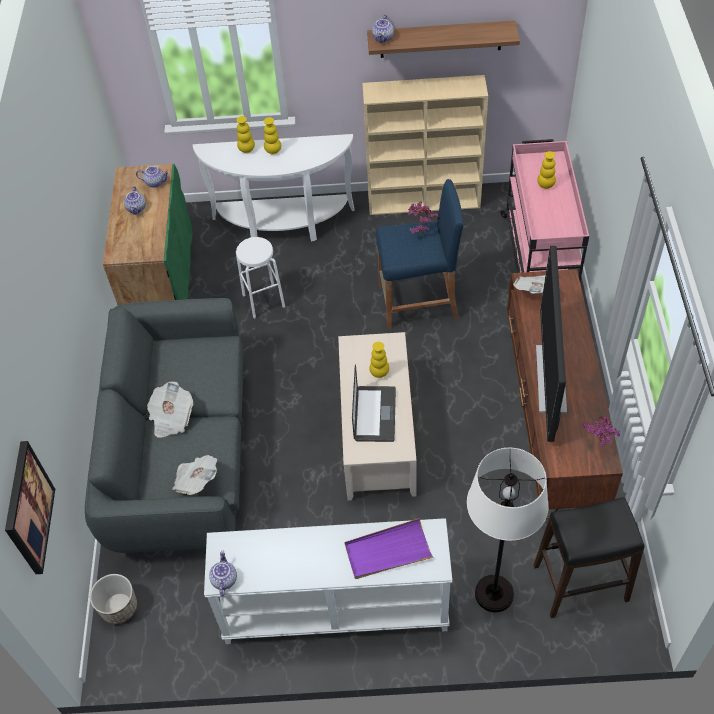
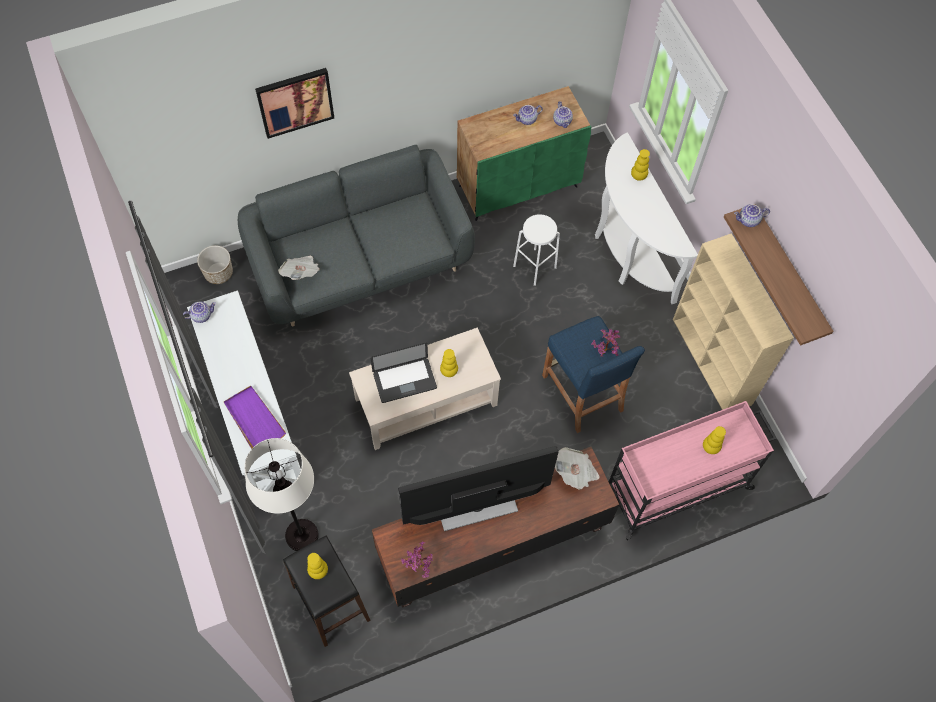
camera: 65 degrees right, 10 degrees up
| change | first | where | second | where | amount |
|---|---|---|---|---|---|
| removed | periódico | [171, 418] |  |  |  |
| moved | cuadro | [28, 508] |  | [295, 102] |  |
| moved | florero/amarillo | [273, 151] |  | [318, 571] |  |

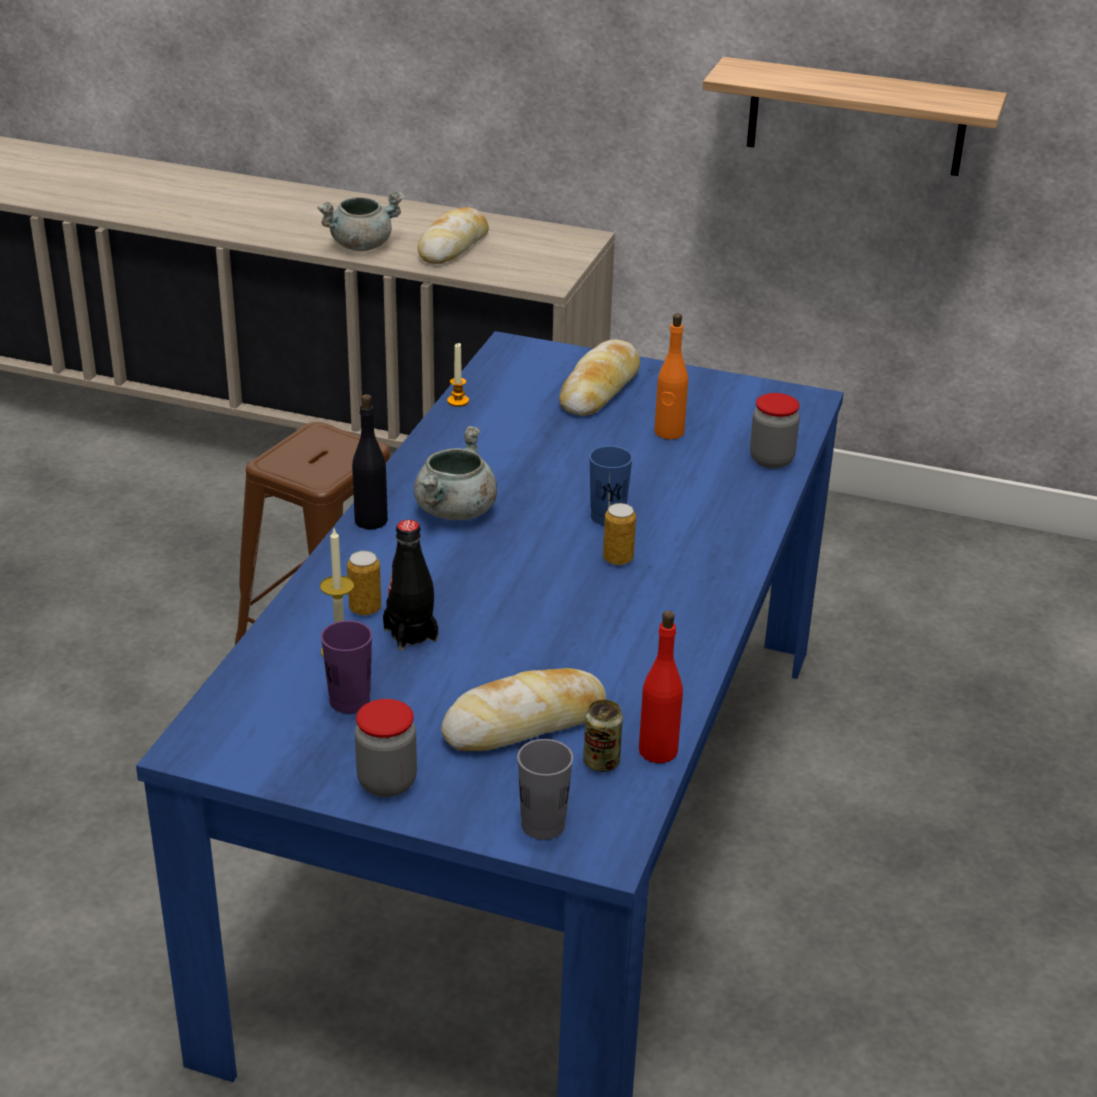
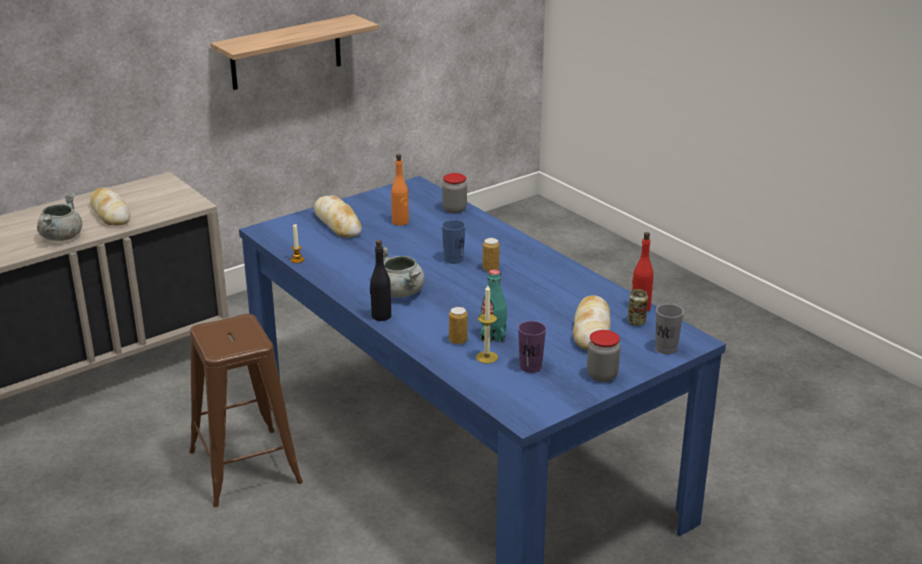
camera: 55 degrees left, 5 degrees down
| change | first | where | second | where | amount |
|---|---|---|---|---|---|
| recoloured | botella/negro | [410, 634] | botella/turquesa | [493, 335] |  |

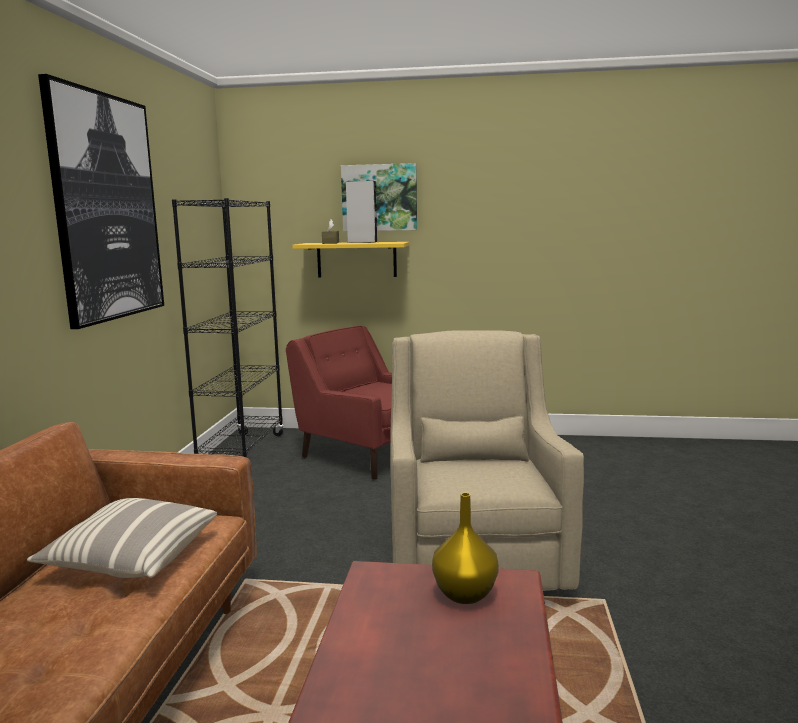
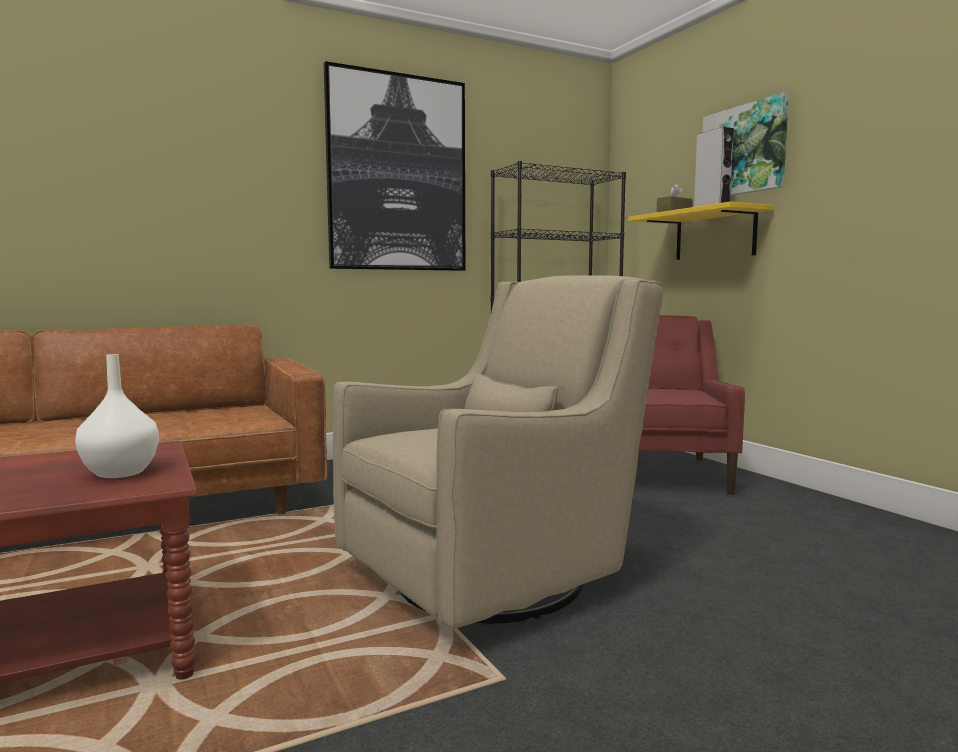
camera: 55 degrees right, 5 degrees down
| change | first | where | second | where | amount |
|---|---|---|---|---|---|
| removed | cojín | [131, 559] |  |  |  |
| recoloured | florero/amarillo | [464, 595] | florero/blanco | [119, 473] |  |

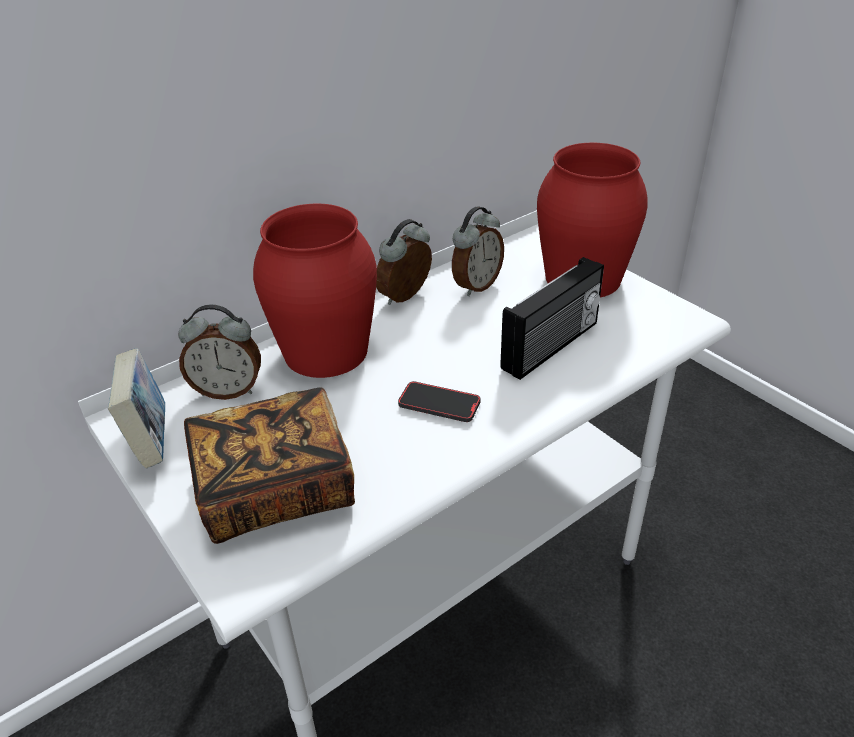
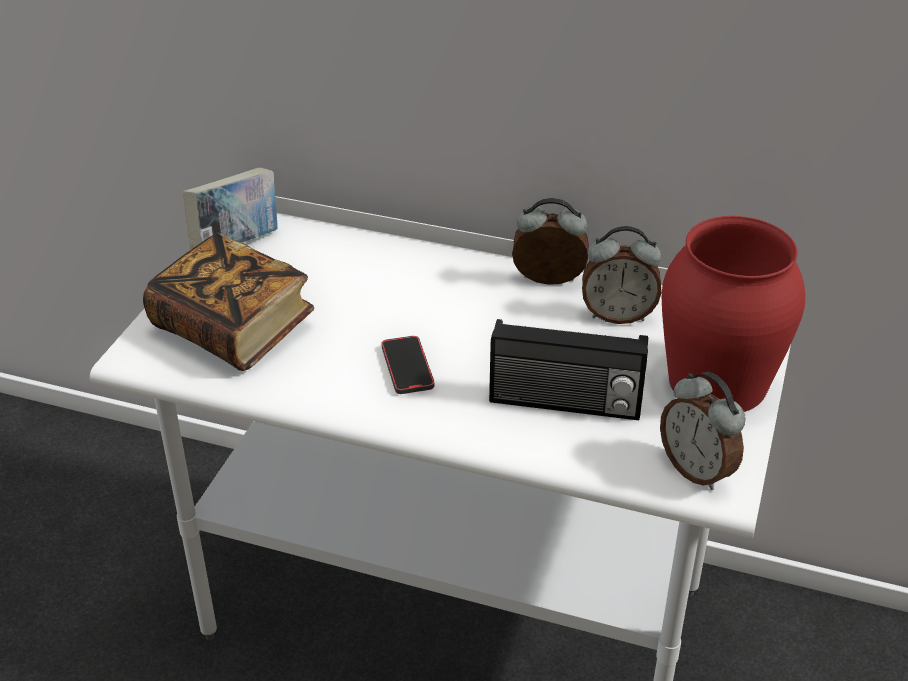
camera: 55 degrees right, 0 degrees up
| change | first | where | second | where | amount |
|---|---|---|---|---|---|
| removed | florero/rojo | [325, 350] |  |  |  |
| moved | despertador | [228, 390] |  | [697, 470] |  |

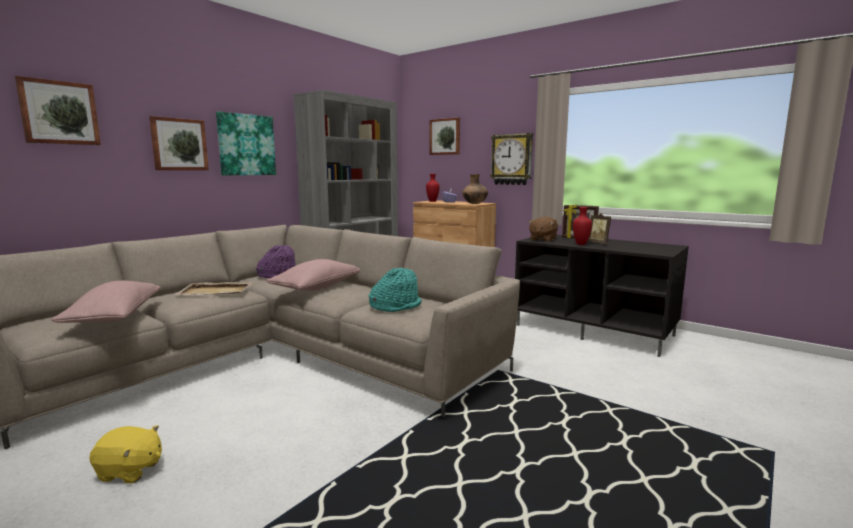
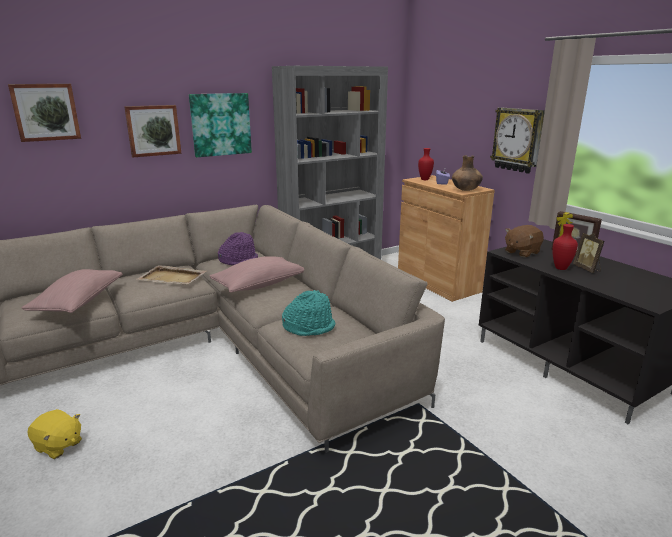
camera: 20 degrees right, 10 degrees up
| change | first | where | second | where | amount |
|---|---|---|---|---|---|
| removed | cuadro | [445, 136] |  |  |  |

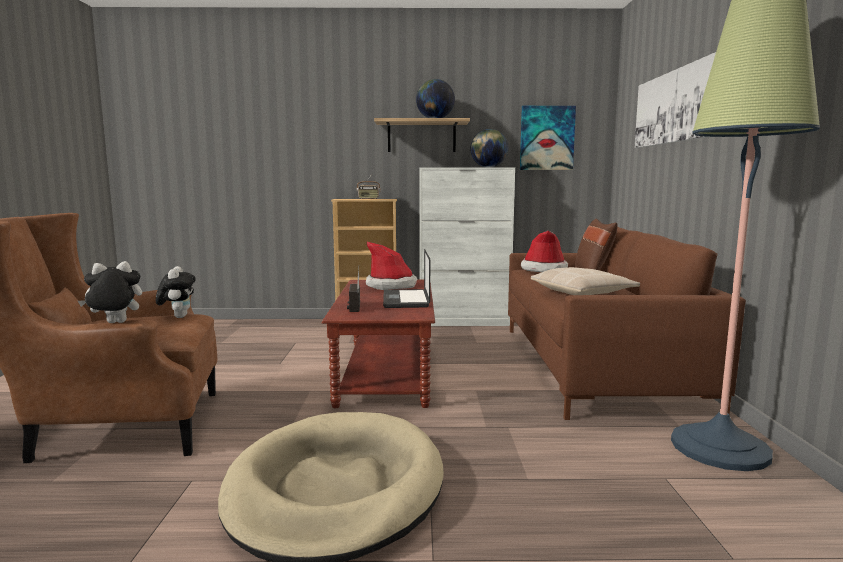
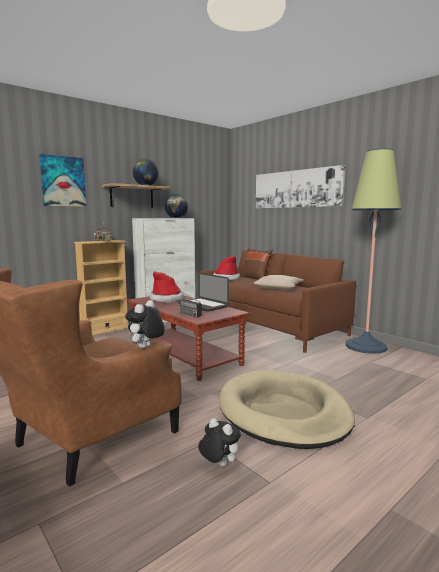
camera: 40 degrees left, 0 degrees up
| change | first | where | second | where | amount |
|---|---|---|---|---|---|
| moved | peluche | [178, 317] |  | [218, 465] |  |
| moved | cuadro | [547, 138] |  | [63, 181] |  |

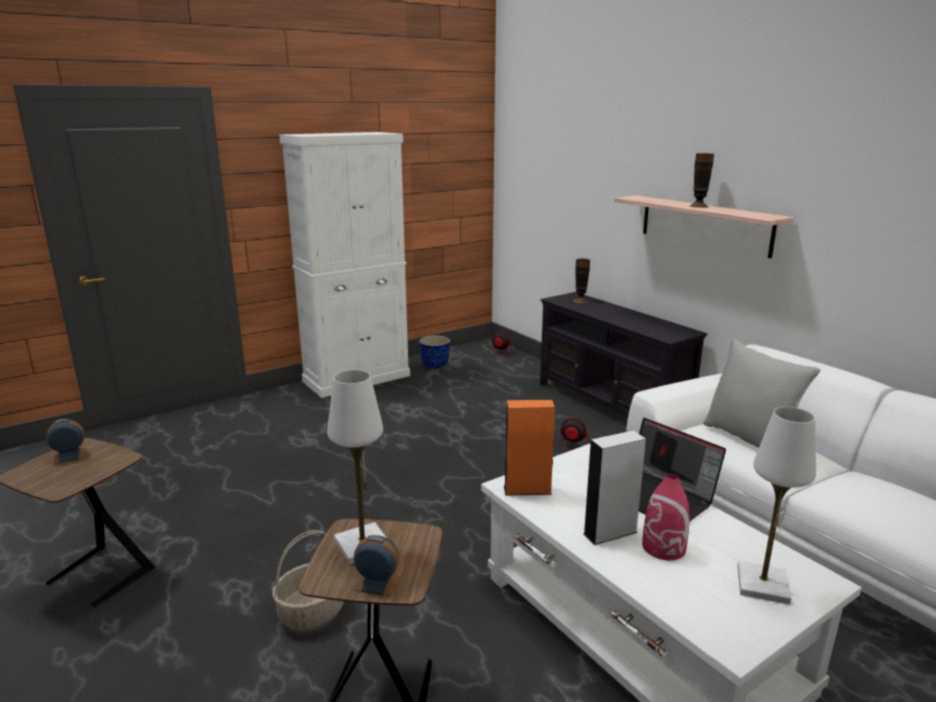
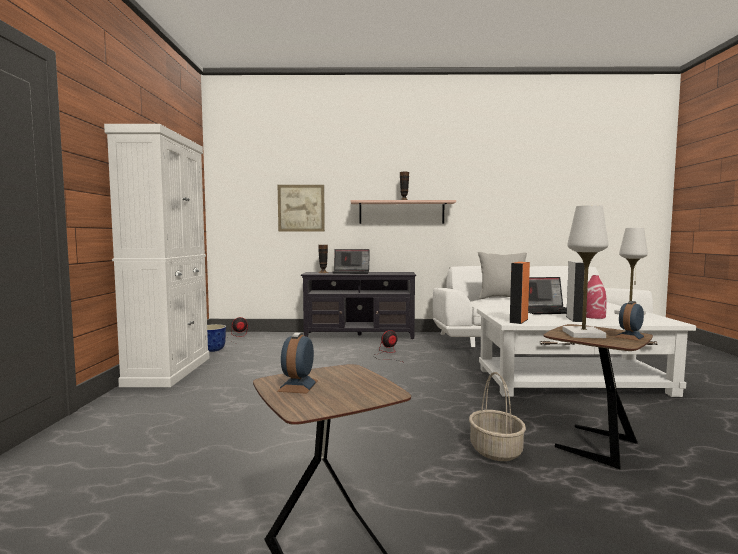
camera: 55 degrees left, 15 degrees down
| change | first | where | second | where | amount |
|---|---|---|---|---|---|
| added |  |  | cuadro | [301, 208] |  |
| added |  |  | portátil | [351, 272] |  |

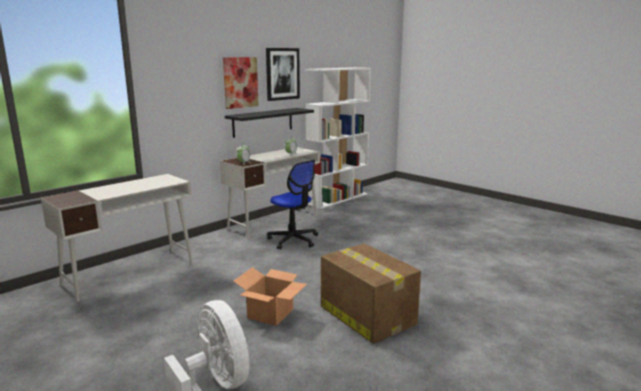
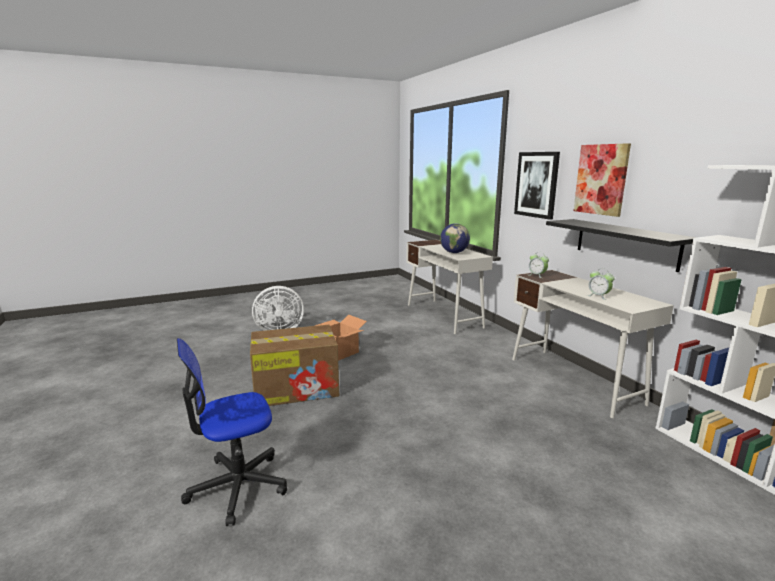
camera: 110 degrees right, 0 degrees up
| change | first | where | second | where | amount |
|---|---|---|---|---|---|
| added |  |  | globo terráqueo | [454, 252] |  |
| moved | cuadro | [282, 74] |  | [536, 184] |  |
| moved | silla de oficina | [293, 240] |  | [237, 486] |  |

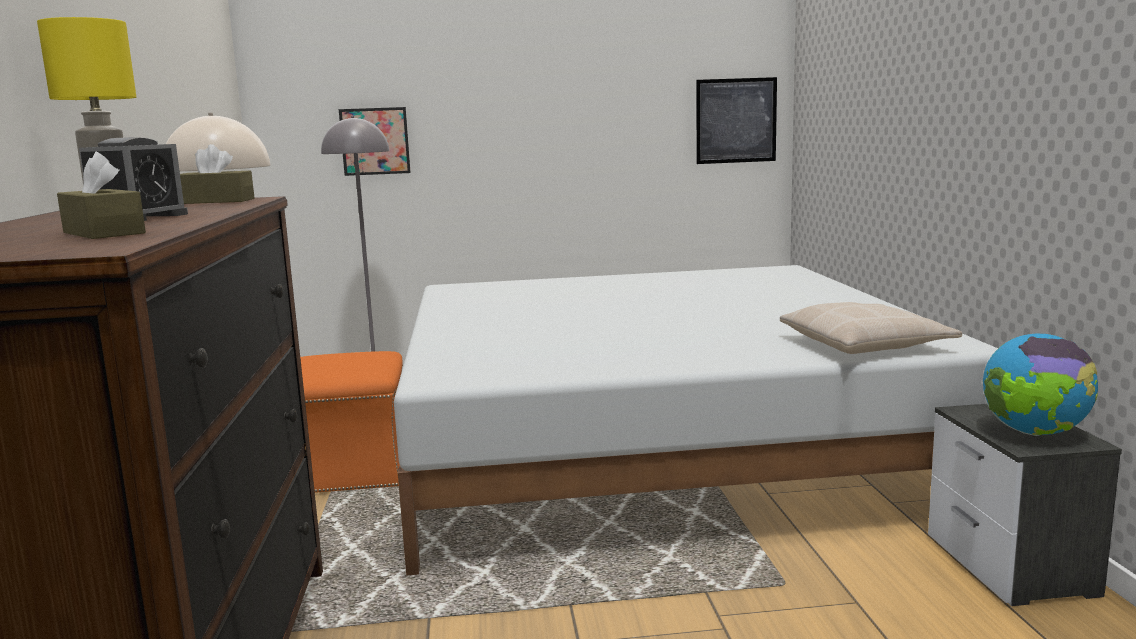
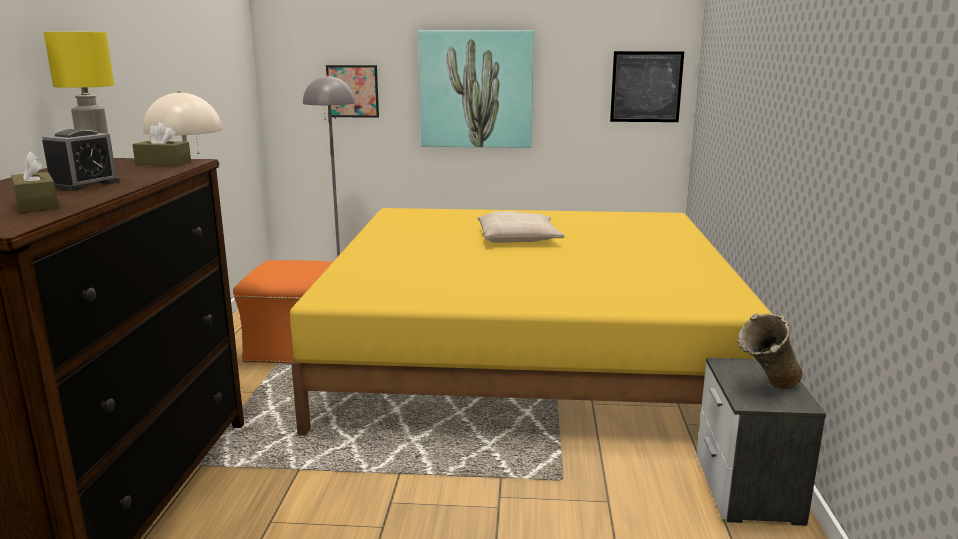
camera: 10 degrees right, 5 degrees up
| change | first | where | second | where | amount |
|---|---|---|---|---|---|
| added |  |  | cuadro | [476, 89] |  |
| moved | cojín/beis | [865, 345] |  | [519, 238] |  |
| replaced | globo terráqueo | [1034, 433] | florero/beis | [766, 390] |  |
| recoloured | cama/blanco | [656, 447] | cama/amarillo | [528, 354] |  |

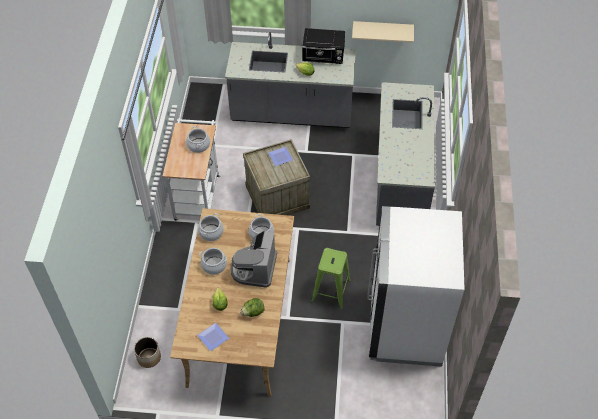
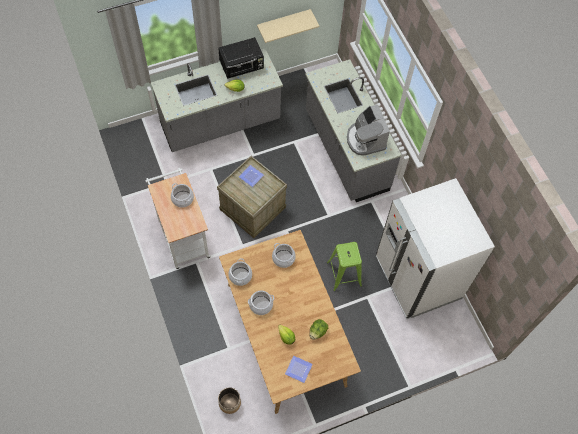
camera: 30 degrees left, 10 degrees up
| change | first | where | second | where | amount |
|---|---|---|---|---|---|
| moved | cafetera | [254, 268] |  | [365, 139] |  |

